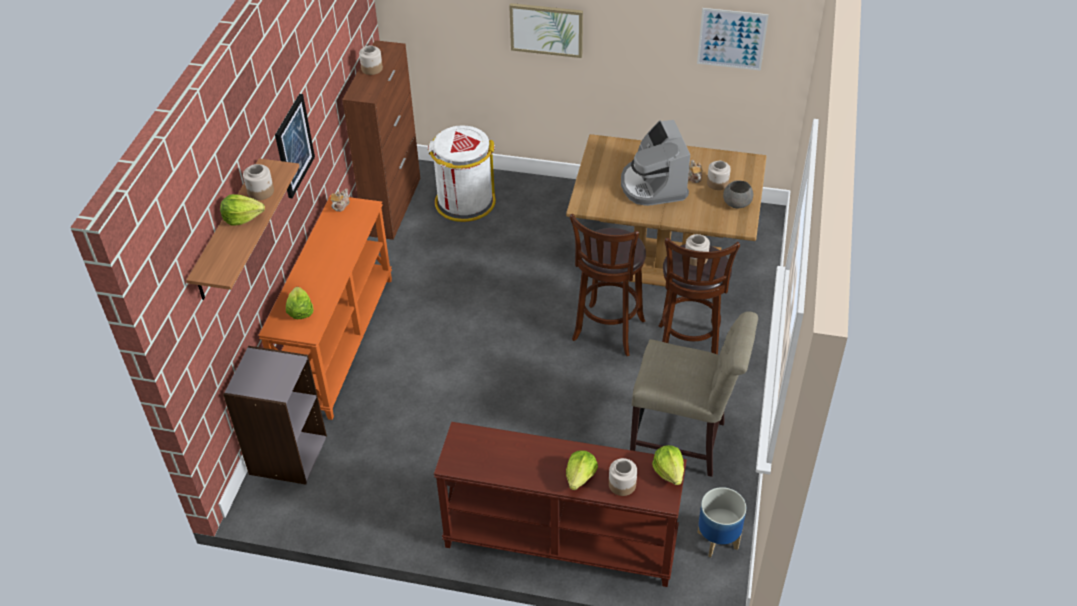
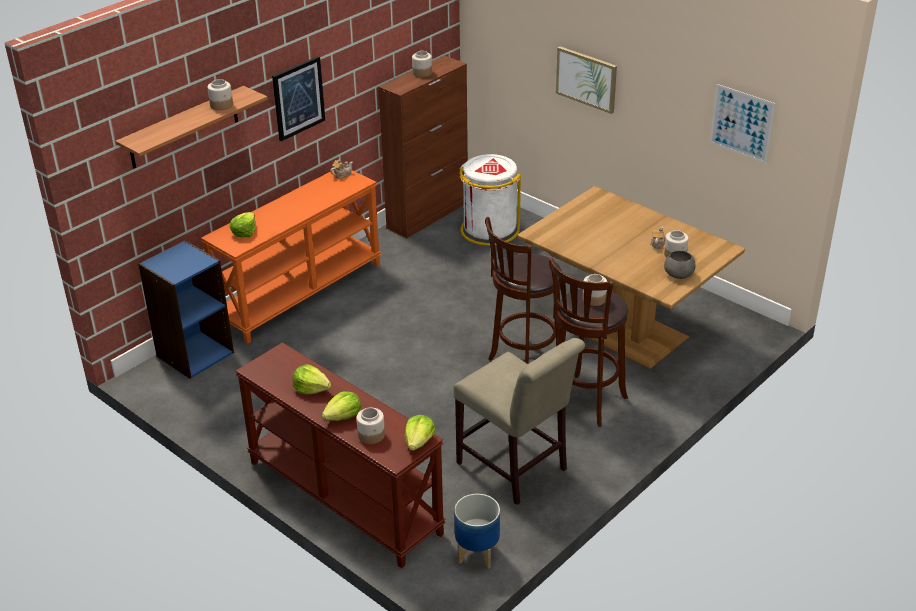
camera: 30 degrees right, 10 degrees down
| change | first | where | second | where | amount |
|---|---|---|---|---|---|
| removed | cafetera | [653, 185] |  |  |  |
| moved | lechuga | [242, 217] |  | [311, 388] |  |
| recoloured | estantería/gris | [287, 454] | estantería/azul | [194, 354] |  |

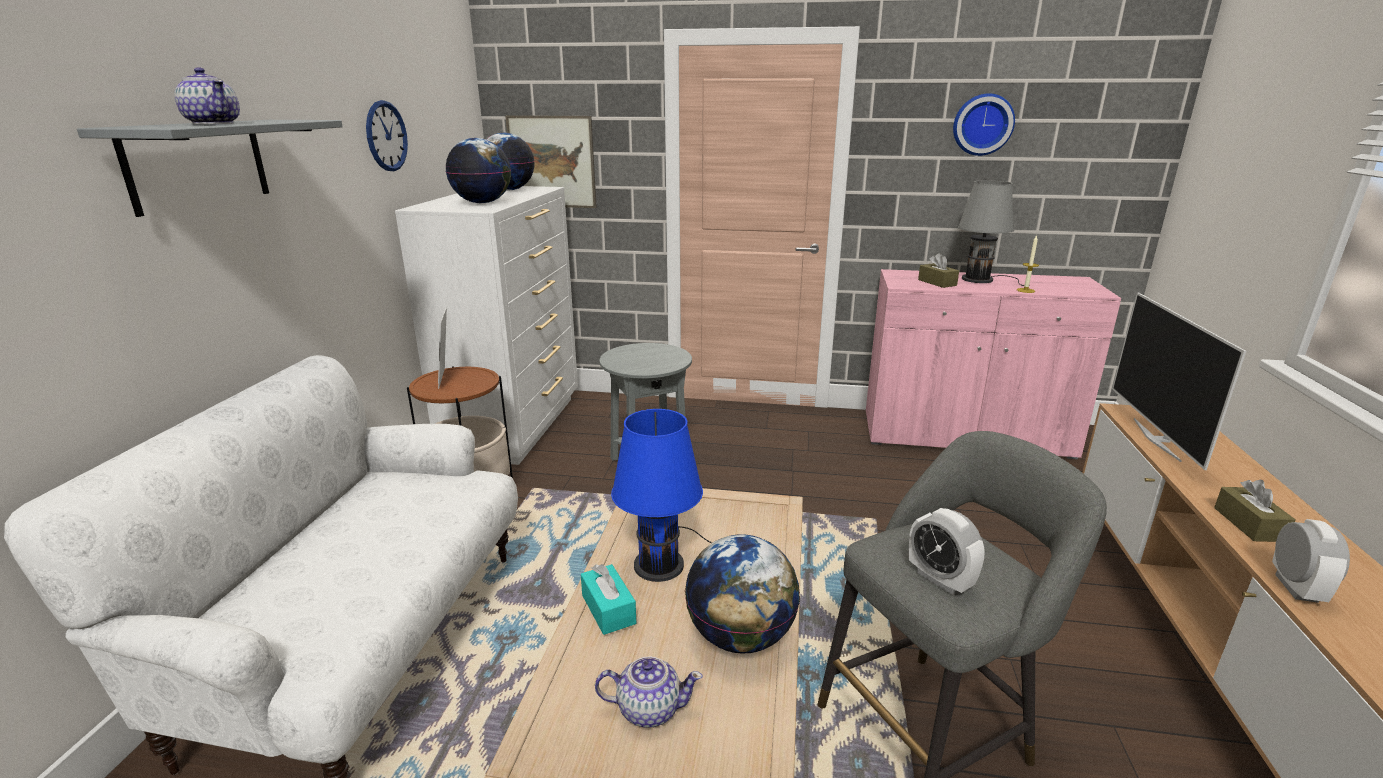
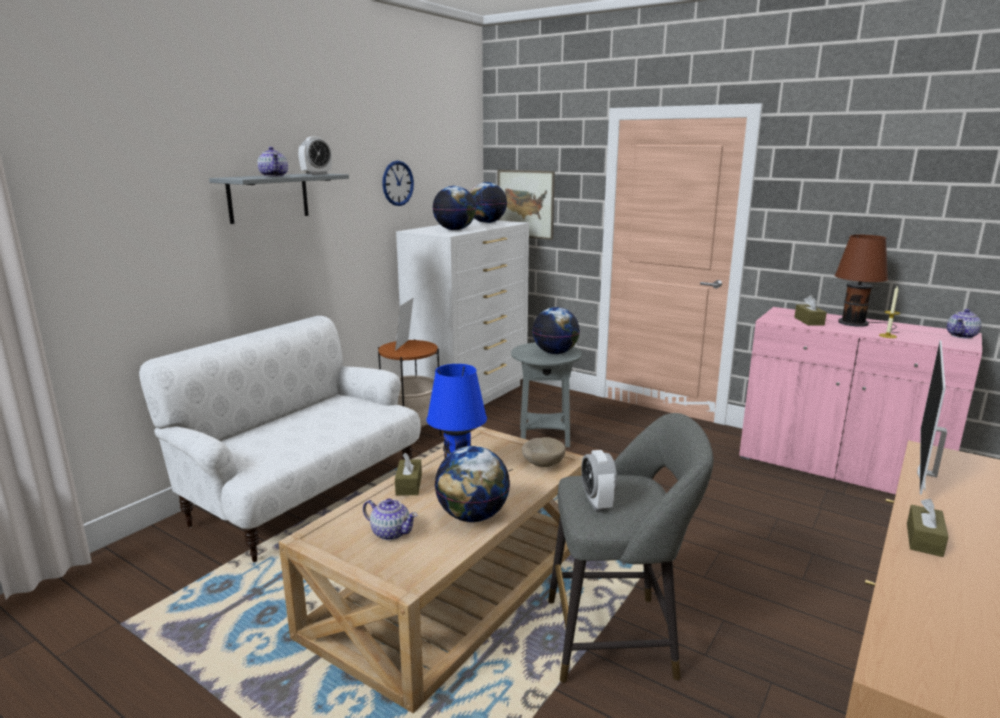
camera: 25 degrees right, 5 degrees down
| change | first | where | second | where | amount |
|---|---|---|---|---|---|
| removed | reloj de pared | [982, 124] |  |  |  |
| added |  |  | cuenco/beis | [543, 463] |  |
| added |  |  | globo terráqueo | [555, 353] |  |
| added |  |  | tetera | [962, 335] |  |
| moved | despertador | [1295, 588] |  | [316, 174] |  |
| recoloured | caja de pañuelos/turquesa | [608, 609] | caja de pañuelos/marrón | [409, 485] |  |
| recoloured | lámpara de mesa/gris | [981, 279] | lámpara de mesa/marrón | [857, 323] |  |

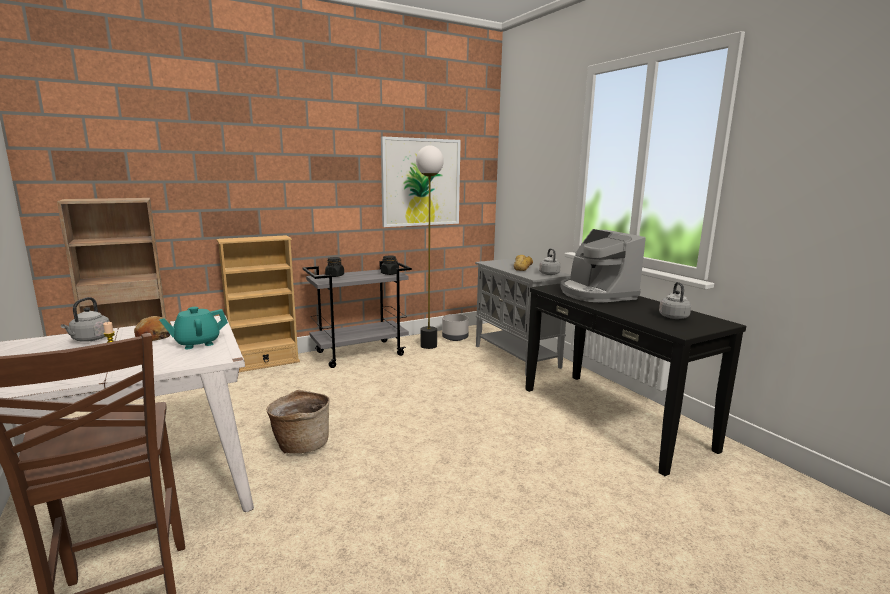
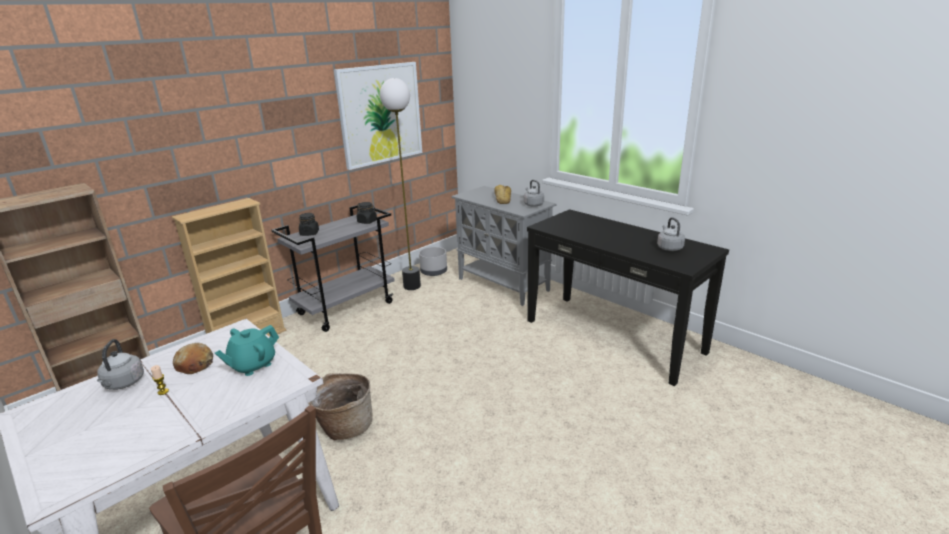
camera: 15 degrees left, 10 degrees up
| change | first | where | second | where | amount |
|---|---|---|---|---|---|
| removed | cafetera | [596, 294] |  |  |  |

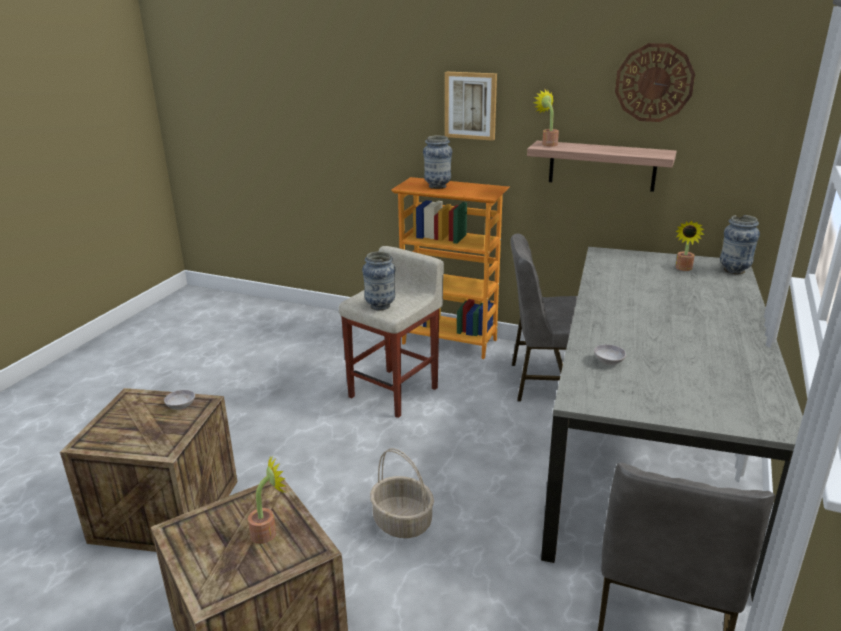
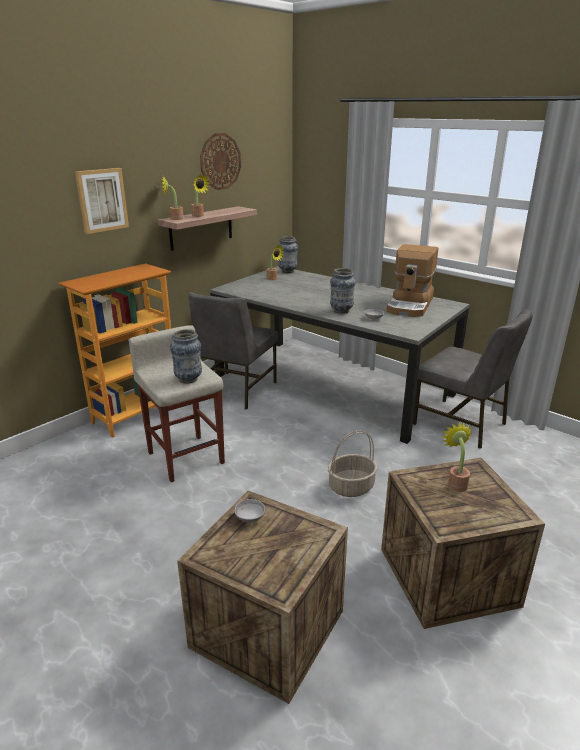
camera: 70 degrees left, 0 degrees up
| change | first | where | second | where | amount |
|---|---|---|---|---|---|
| added |  |  | planta en maceta | [199, 216] |  |
| added |  |  | cafetera | [410, 305] |  |
| moved | florero | [437, 186] |  | [341, 311] |  |

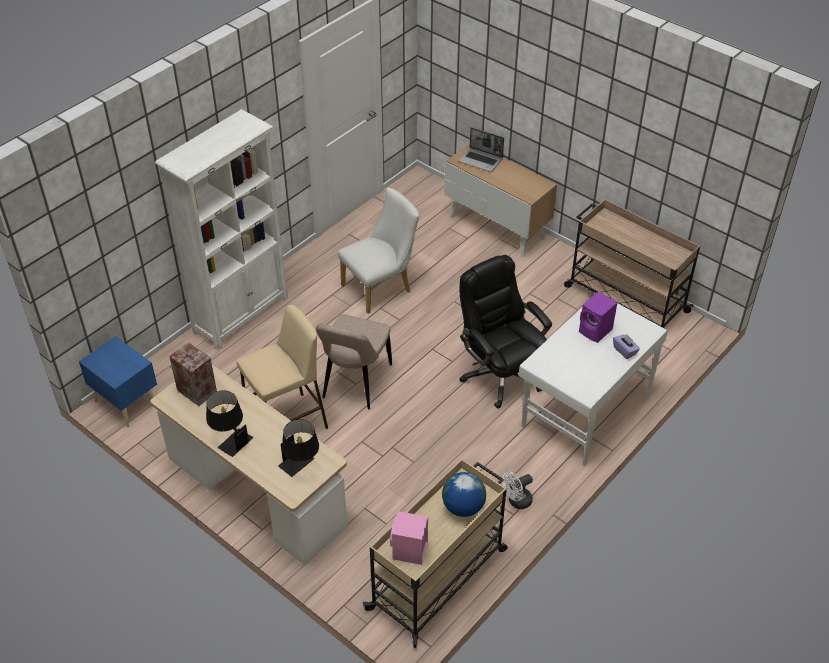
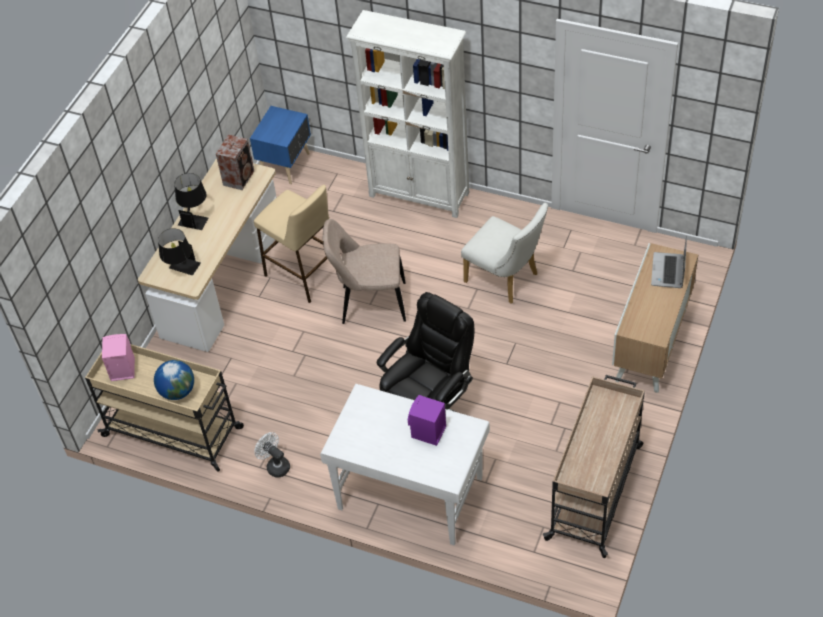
camera: 75 degrees right, 5 degrees up
| change | first | where | second | where | amount |
|---|---|---|---|---|---|
| removed | caja de pañuelos/morado | [625, 351] |  |  |  |

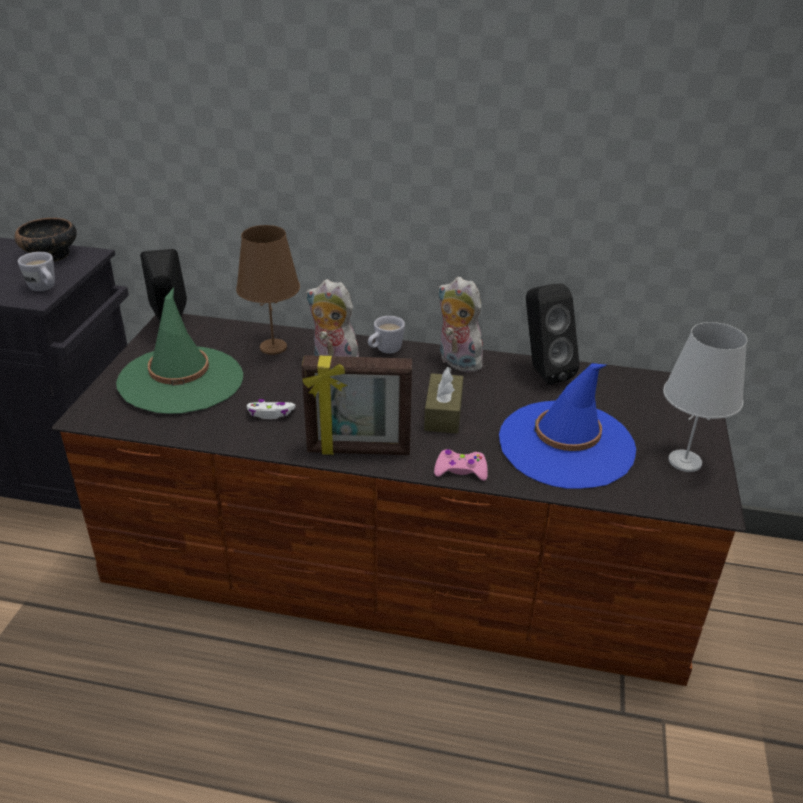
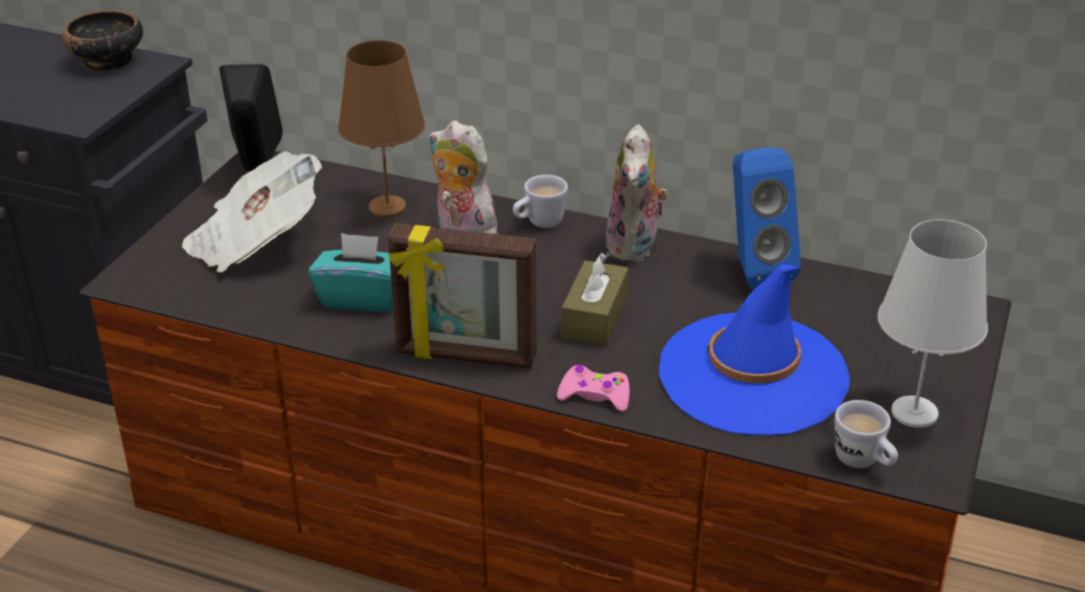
camera: 10 degrees right, 0 degrees up
| change | first | where | second | where | amount |
|---|---|---|---|---|---|
| moved | taza grande/blanco | [45, 289] |  | [863, 462] |  |
| replaced | sombrero/verde | [181, 380] | periódico | [255, 243] |  |
| replaced | mando de consola/blanco | [271, 413] | caja de pañuelos/turquesa | [362, 297] |  |
| recoloured | altavoz/negro | [542, 372] | altavoz/azul | [753, 271] |  |
| turned | peluche | [456, 362] |  | [635, 248] | 135 degrees counterclockwise |

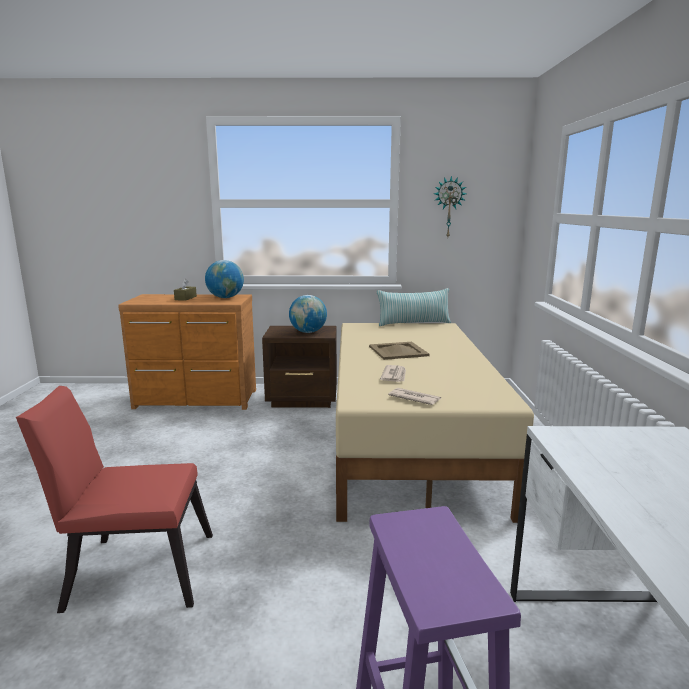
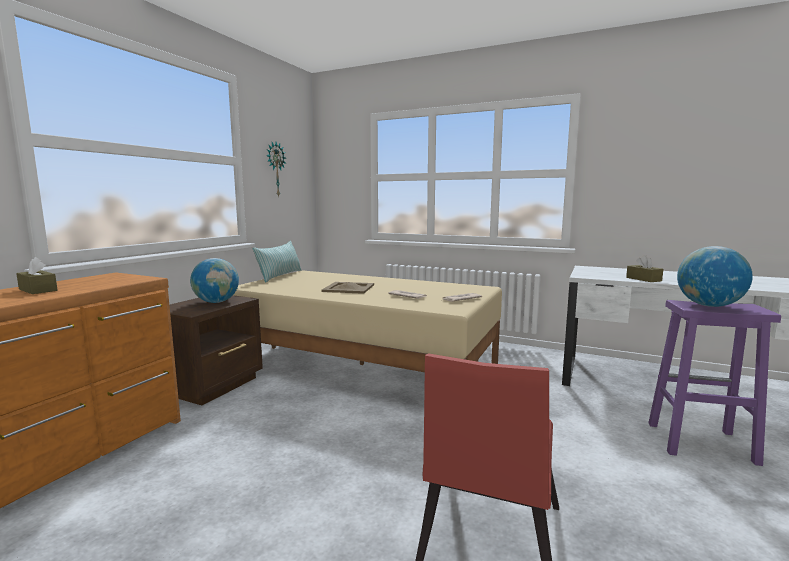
camera: 65 degrees left, 5 degrees down
| change | first | where | second | where | amount |
|---|---|---|---|---|---|
| added |  |  | caja de pañuelos/marrón | [643, 279] |  |
| moved | globo terráqueo | [225, 297] |  | [709, 305] |  |

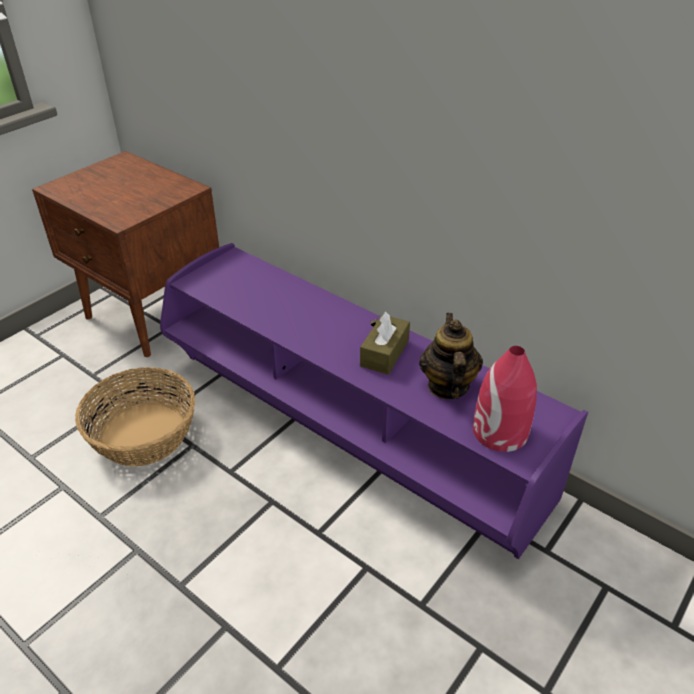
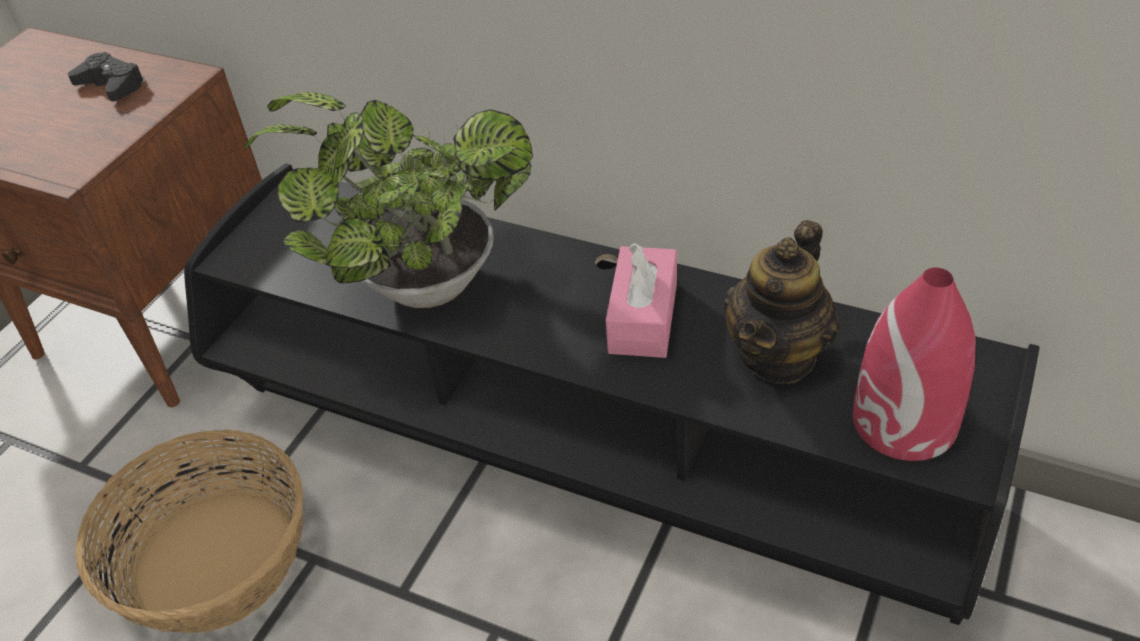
camera: 10 degrees left, 5 degrees up
| change | first | where | second | where | amount |
|---|---|---|---|---|---|
| added |  |  | mando de consola/negro | [111, 85] |  |
| added |  |  | planta en maceta | [417, 283] |  |
| recoloured | mueble de televisión/morado | [347, 430] | mueble de televisión/negro | [586, 459] |  |
| recoloured | caja de pañuelos/marrón | [384, 353] | caja de pañuelos/rosa | [643, 317] |  |
| turned | tetera | [447, 386] |  | [778, 355] | 135 degrees counterclockwise |

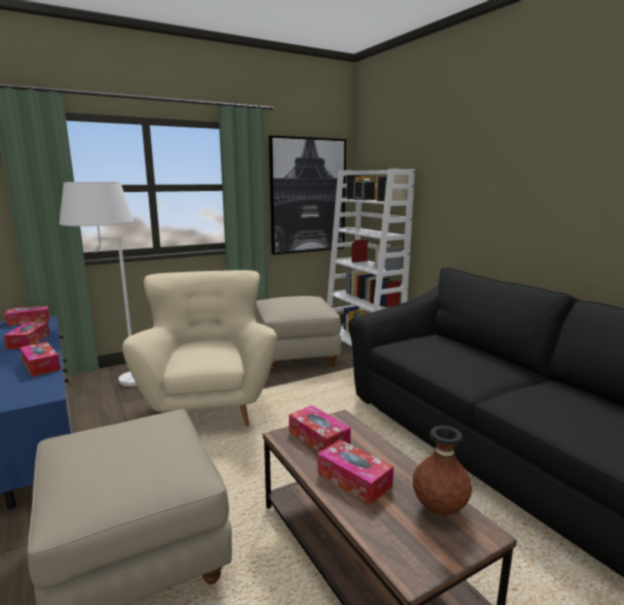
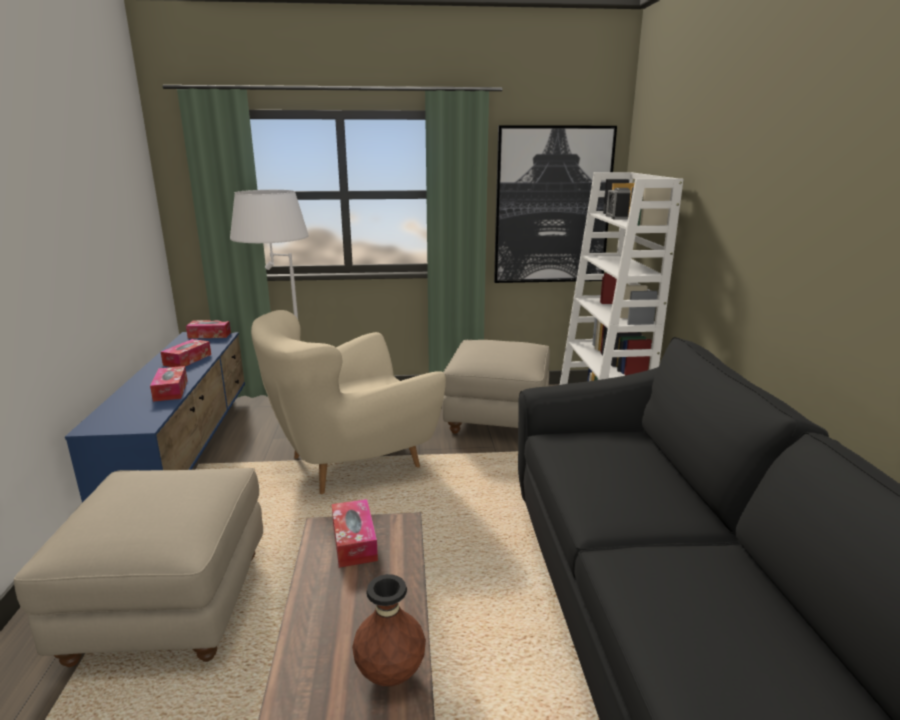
camera: 25 degrees right, 5 degrees up
| change | first | where | second | where | amount |
|---|---|---|---|---|---|
| removed | caja de pañuelos | [354, 479] |  |  |  |
| turned | sillón/beis | [209, 406] |  | [352, 462] | 135 degrees counterclockwise |

